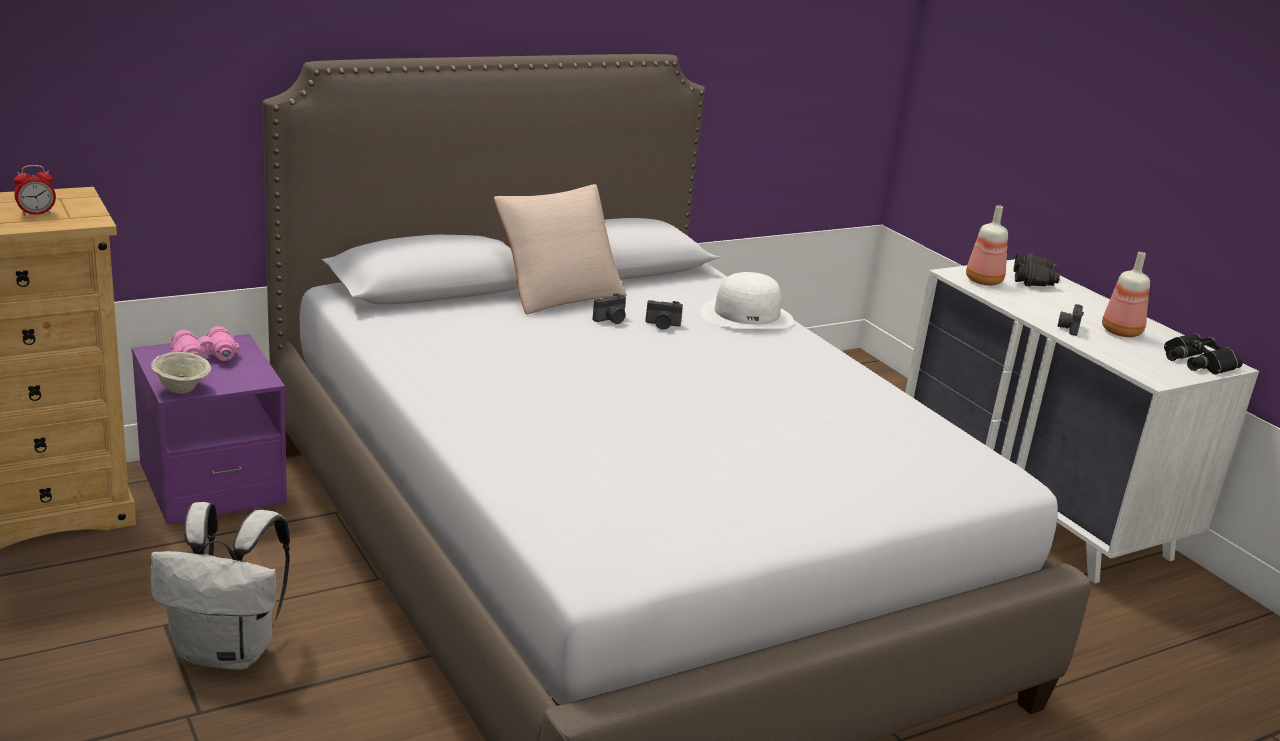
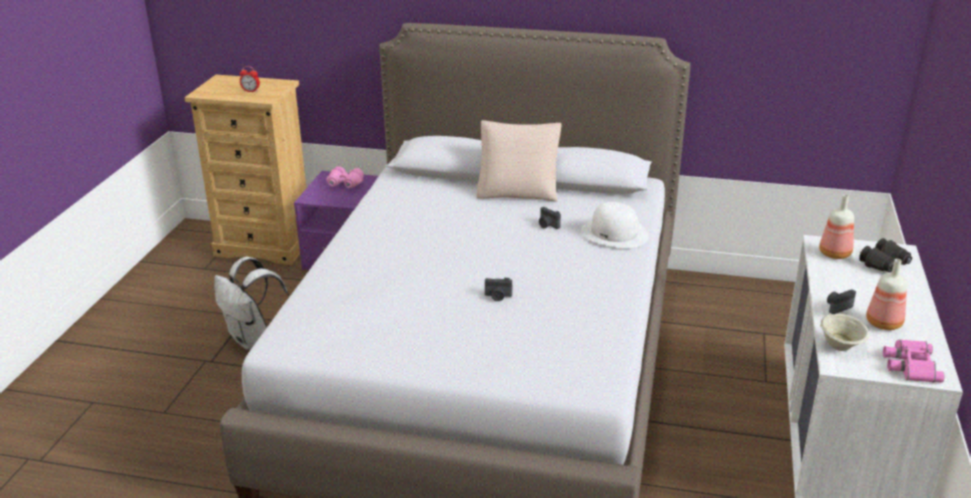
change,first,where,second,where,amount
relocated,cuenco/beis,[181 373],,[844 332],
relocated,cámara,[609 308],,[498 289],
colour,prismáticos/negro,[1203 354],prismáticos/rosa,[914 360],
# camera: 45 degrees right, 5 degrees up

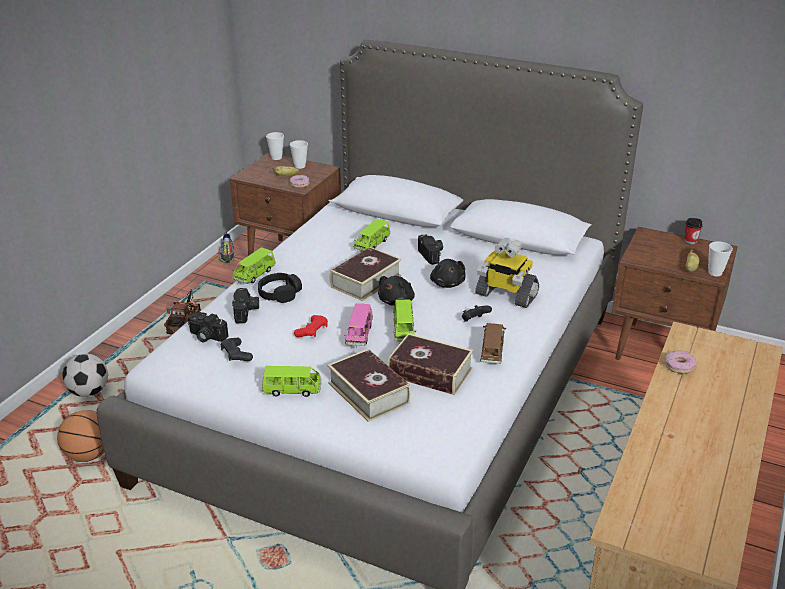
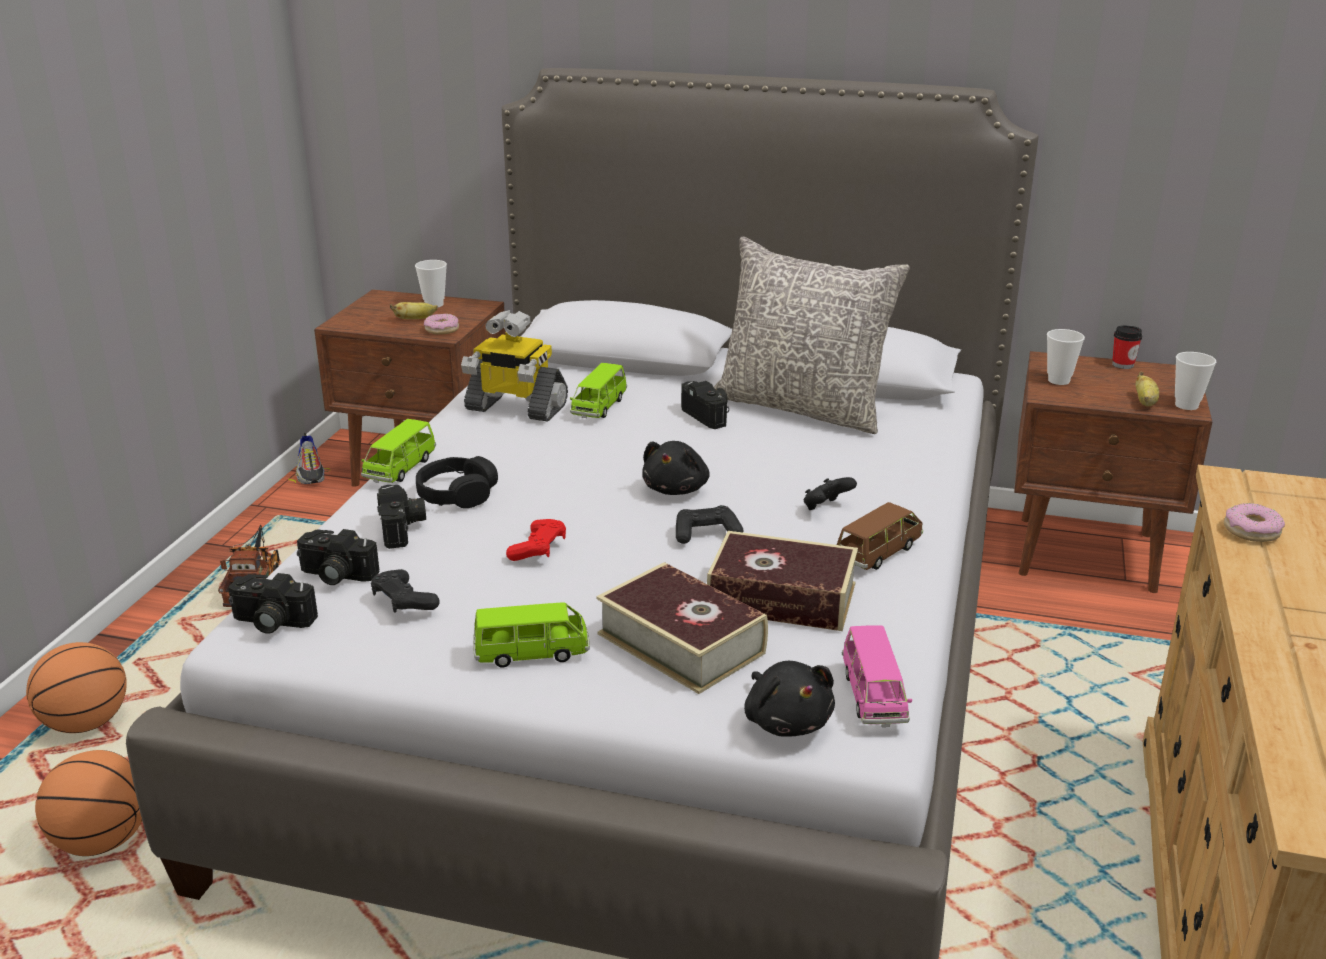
change,first,where,second,where,amount
missing,libro,[366 274],,,
appeared,,,cámara,[273 603],
appeared,,,cojín/gris,[812 335],
relocated,taza,[275 146],,[1066 357],
relocated,coche de juguete/rosa,[358 325],,[877 676],
relocated,peluche/negro,[448 273],,[789 699],
relocated,robot de juguete,[507 273],,[514 366],
exchanged,balón de fútbol,[85 375],balón de baloncesto,[76 687],
exchanged,coche de juguete/verde,[405 320],mando de consola/negro,[709 524],
spun,coche de juguete/marrón,[493 343],,[880 536],45 degrees clockwise
# camera: 10 degrees left, 5 degrees down

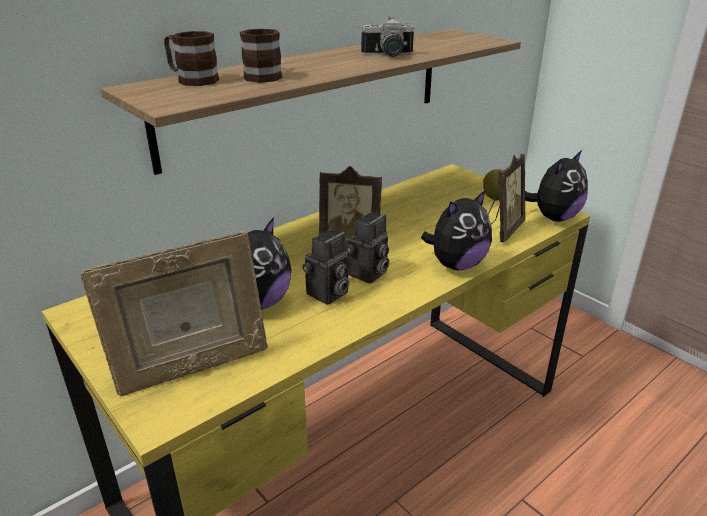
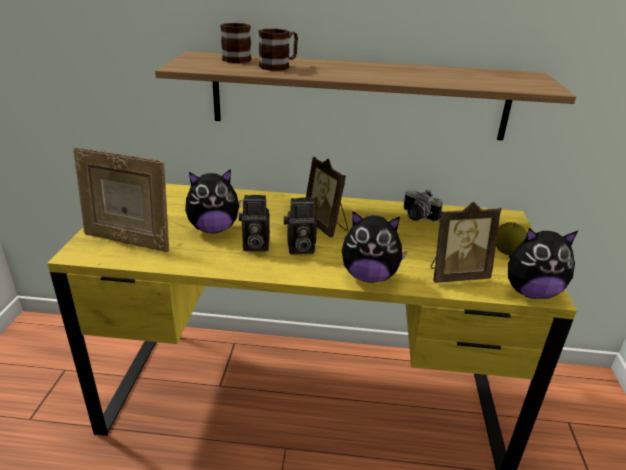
change,first,where,second,where,amount
relocated,cámara,[387 37],,[423 205],
# camera: 45 degrees right, 0 degrees up

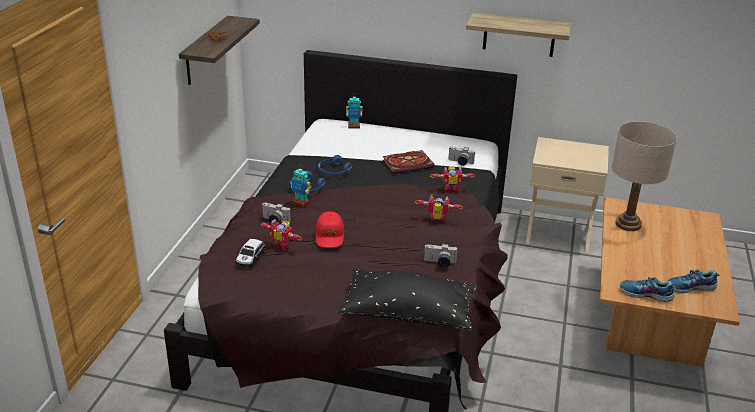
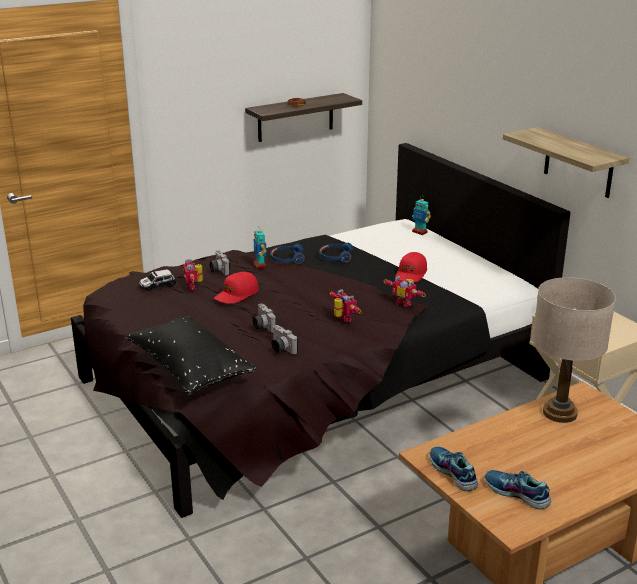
change,first,where,second,where,amount
relocated,cámara,[461 156],,[265 318],
exchanged,libro,[408 162],gorra/rojo,[411 267],
# camera: 45 degrees right, 5 degrees down

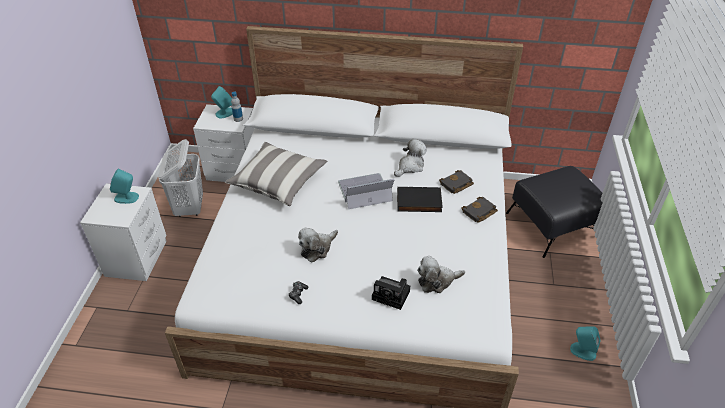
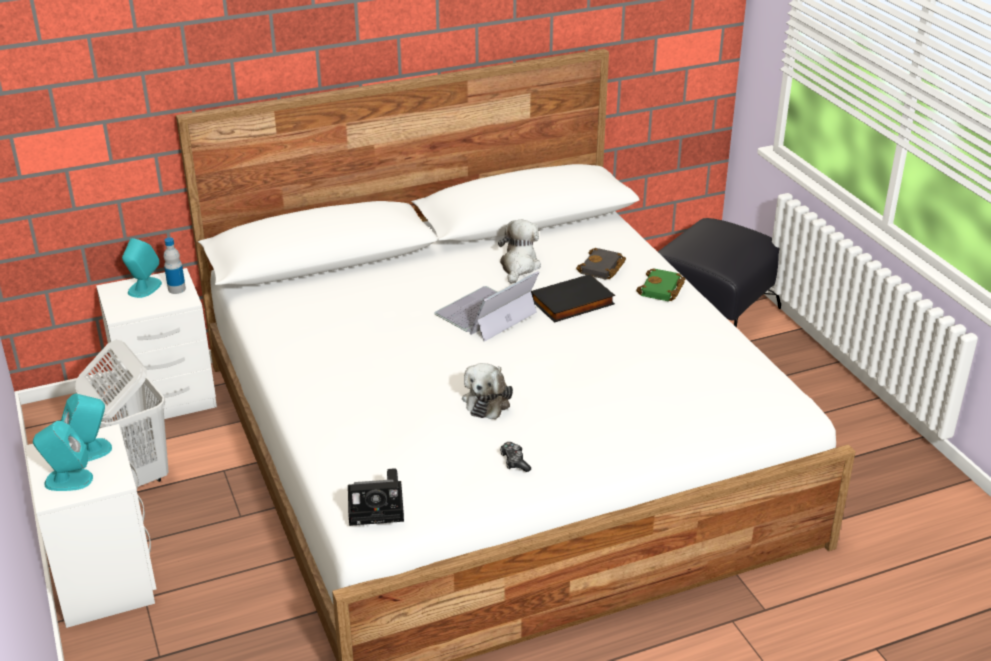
change,first,where,second,where,amount
missing,cojín,[276 174],,,
missing,peluche,[441 274],,,
relocated,cámara,[391 293],,[376 497],
relocated,altavoz/turquesa,[585 343],,[63 456],
colour,libro/negro,[479 210],libro/verde,[660 284],
# camera: 30 degrees left, 10 degrees down

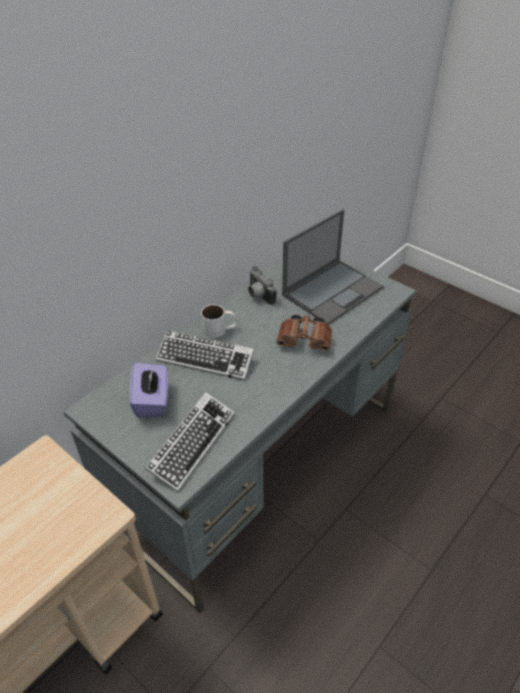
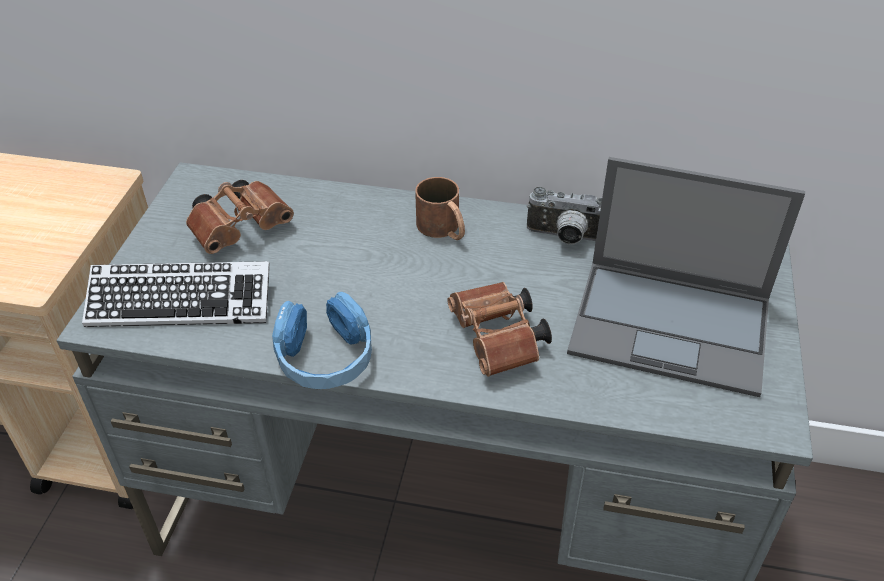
change,first,where,second,where,amount
missing,teclado,[205 355],,,
appeared,,,auriculares/azul,[322 340],
exchanged,caja de pañuelos/morado,[148 390],prismáticos/marrón,[240 217],
colour,taza grande/blanco,[219 321],taza grande/marrón,[440 208],
spun,cámara,[262 285],,[564 216],105 degrees counterclockwise
# camera: 60 degrees right, 0 degrees up

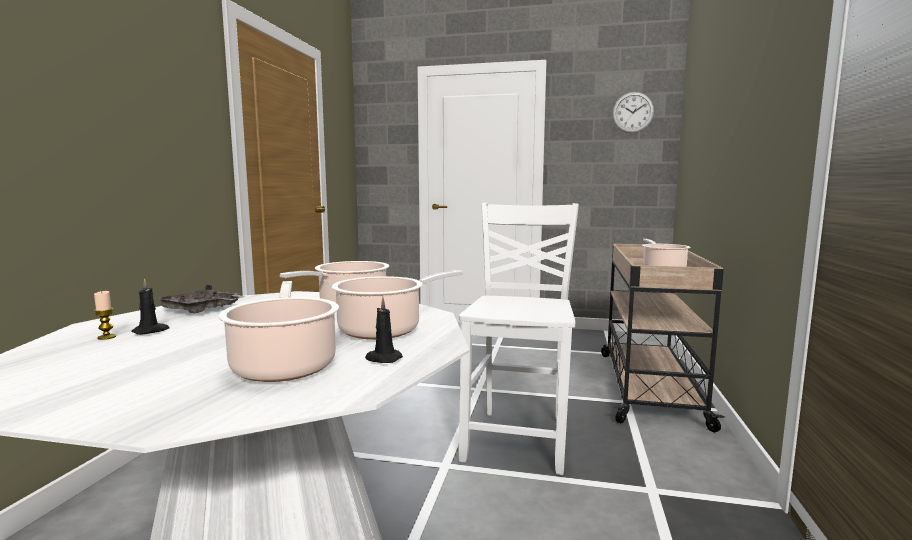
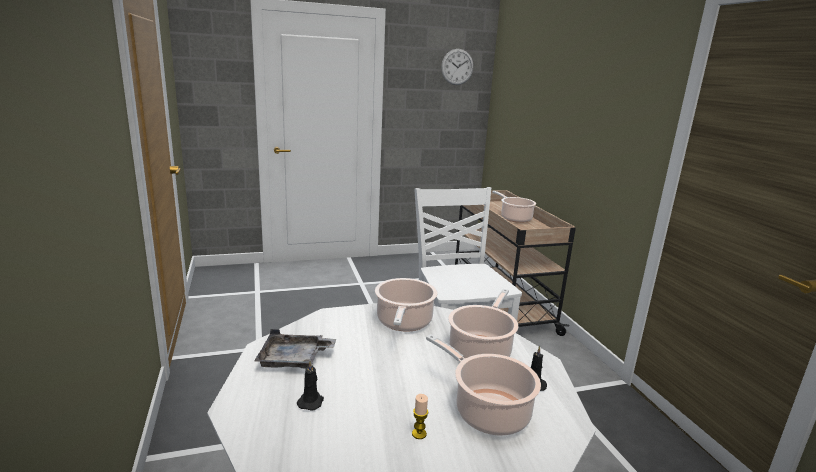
change,first,where,second,where,amount
relocated,vela,[105 315],,[420 416],
# camera: 30 degrees left, 10 degrees up

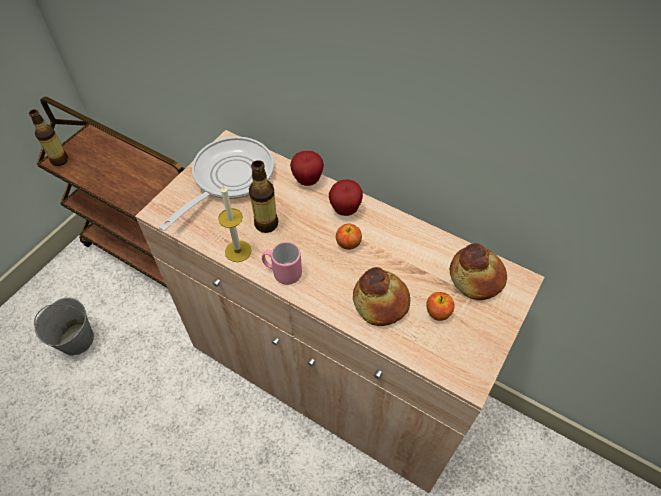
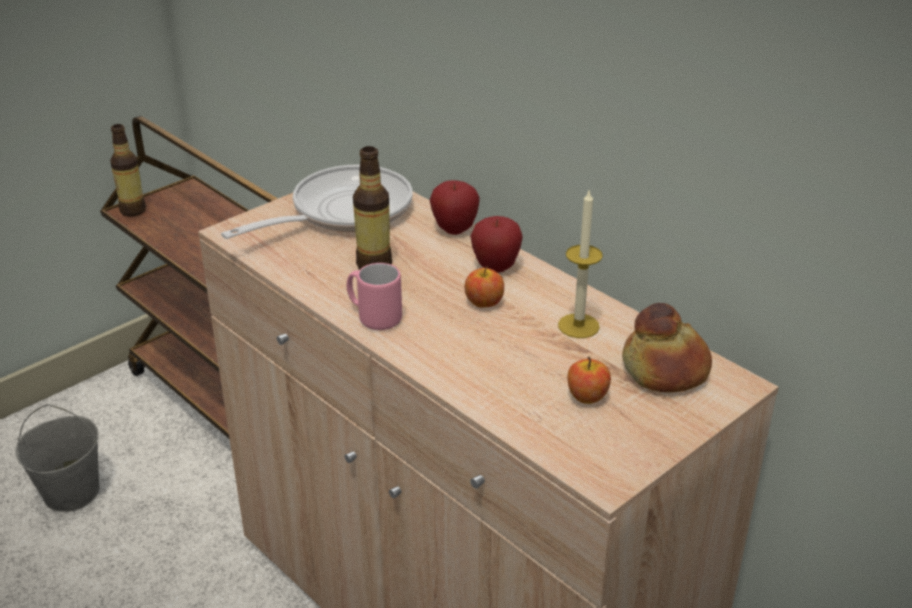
change,first,where,second,where,amount
missing,pan,[381 296],,,
relocated,vela,[235 223],,[580 264],
# camera: 15 degrees right, 20 degrees down

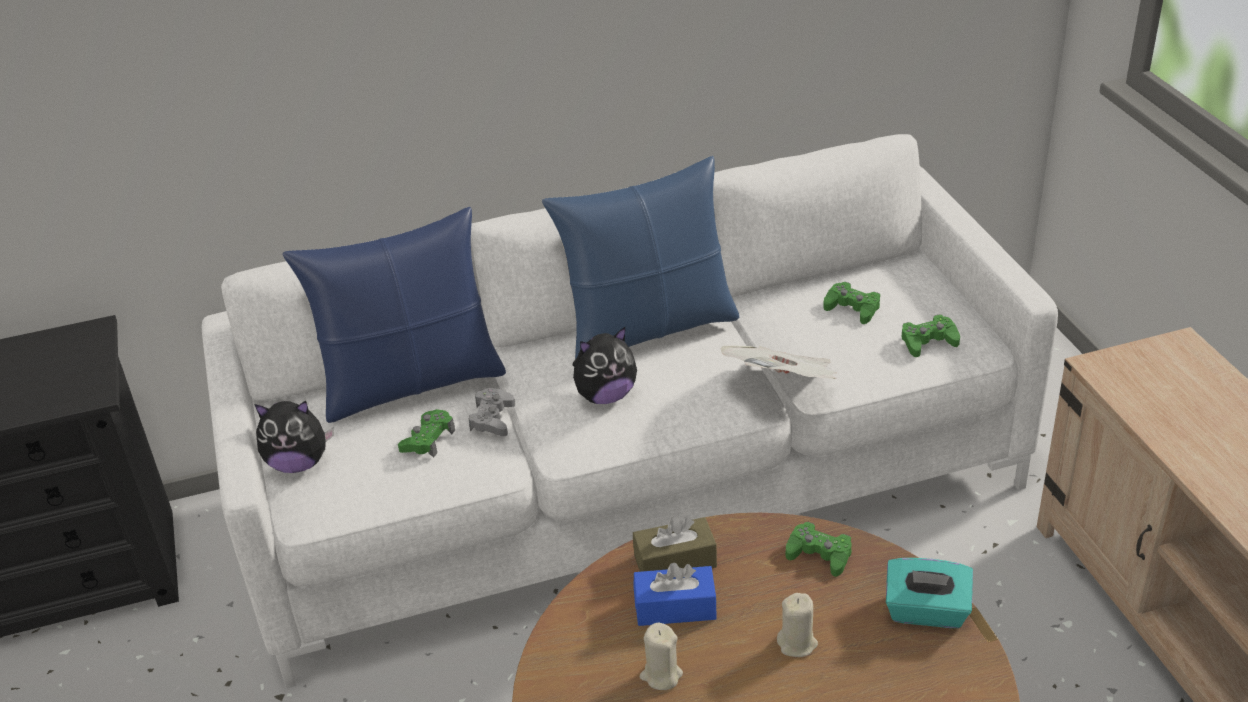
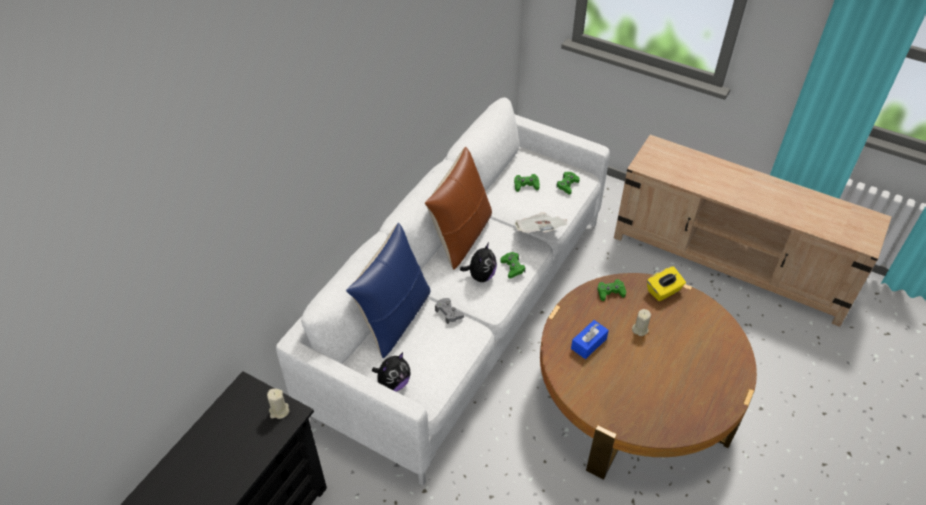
change,first,where,second,where,amount
missing,caja de pañuelos/marrón,[675 544],,,
relocated,mando de consola/verde,[426 433],,[512 265],
relocated,vela/beis,[661 656],,[278 403],
colour,cojín/azul,[641 257],cojín/marrón,[458 208],
colour,caja de pañuelos/turquesa,[929 593],caja de pañuelos/amarillo,[666 283],
# camera: 45 degrees left, 10 degrees up

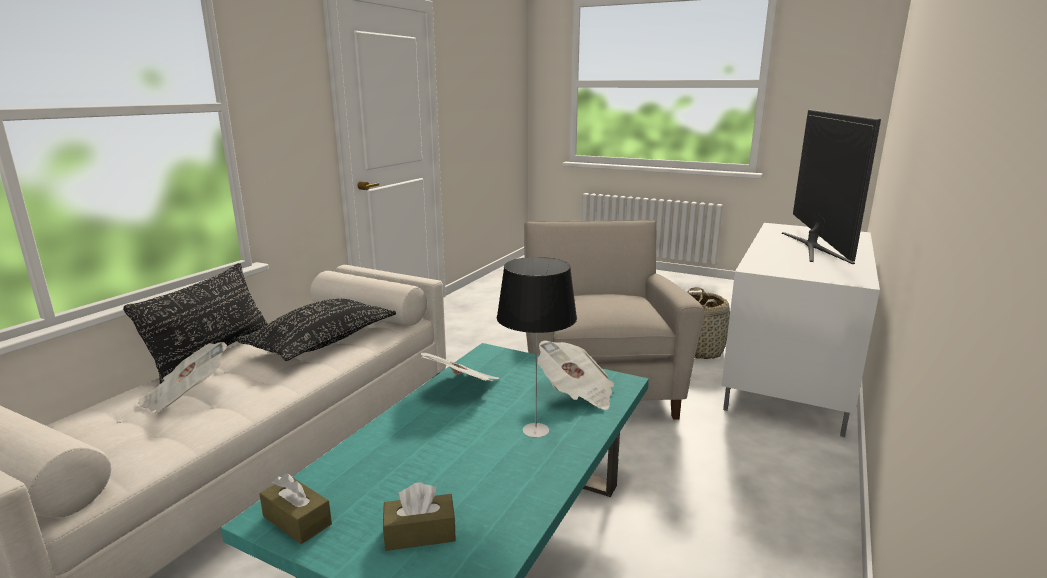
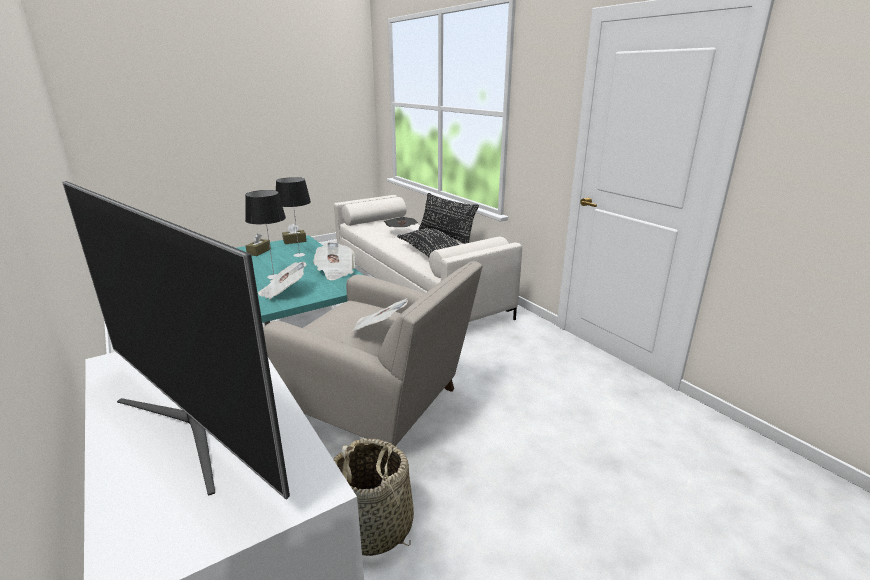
change,first,where,second,where,amount
appeared,,,lámpara de mesa,[293 217],
appeared,,,periódico,[379 315],
# camera: 120 degrees right, 5 degrees up

